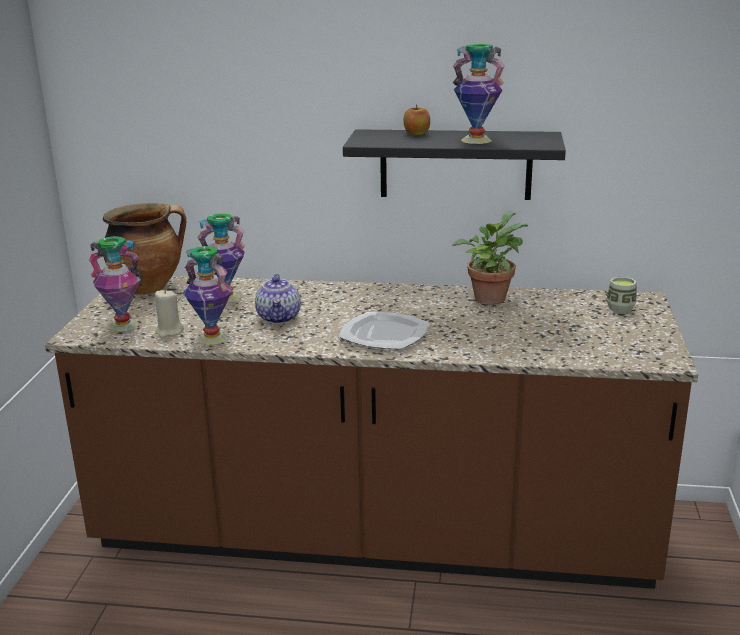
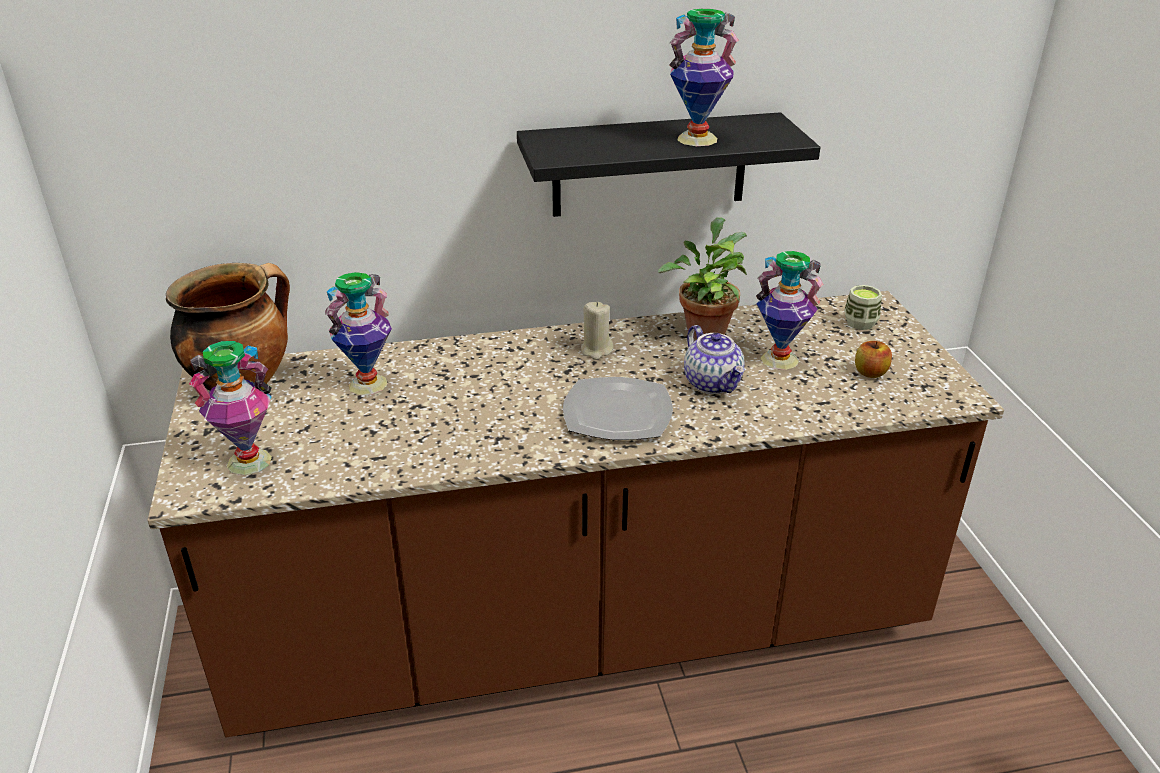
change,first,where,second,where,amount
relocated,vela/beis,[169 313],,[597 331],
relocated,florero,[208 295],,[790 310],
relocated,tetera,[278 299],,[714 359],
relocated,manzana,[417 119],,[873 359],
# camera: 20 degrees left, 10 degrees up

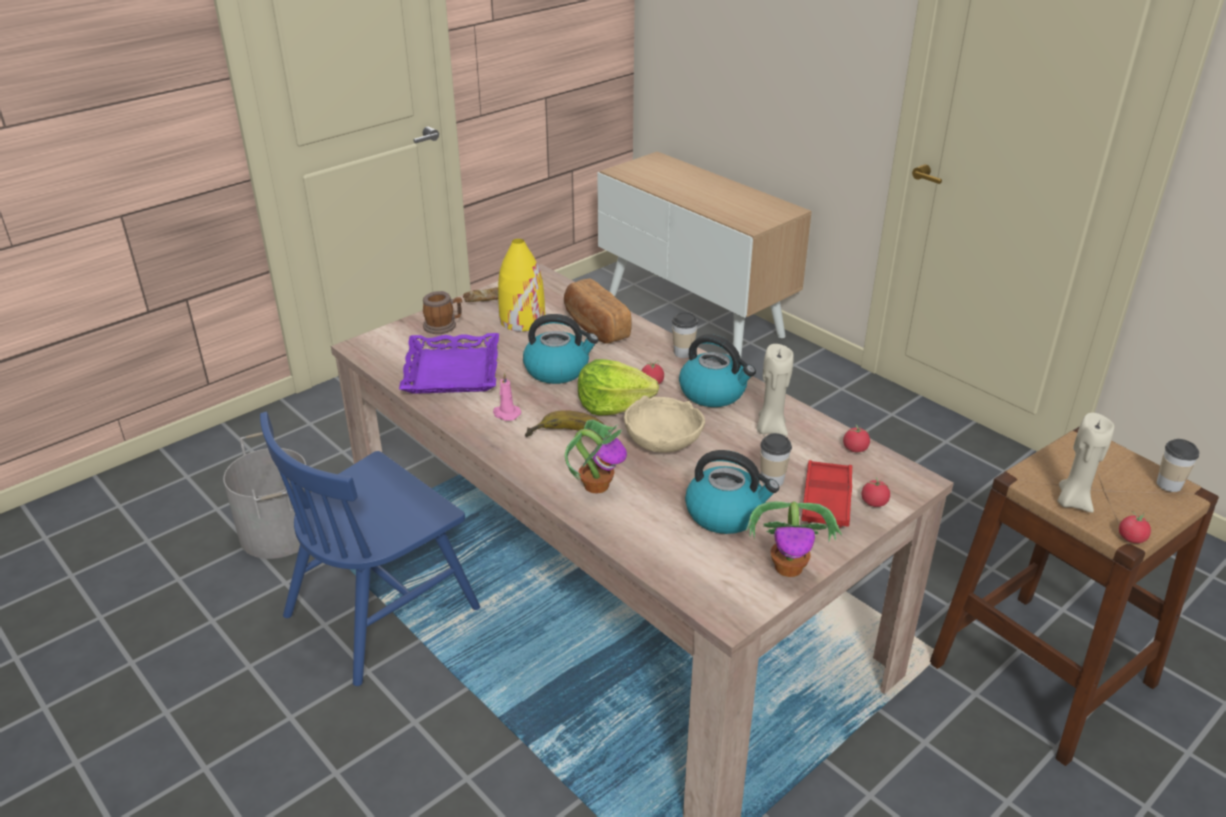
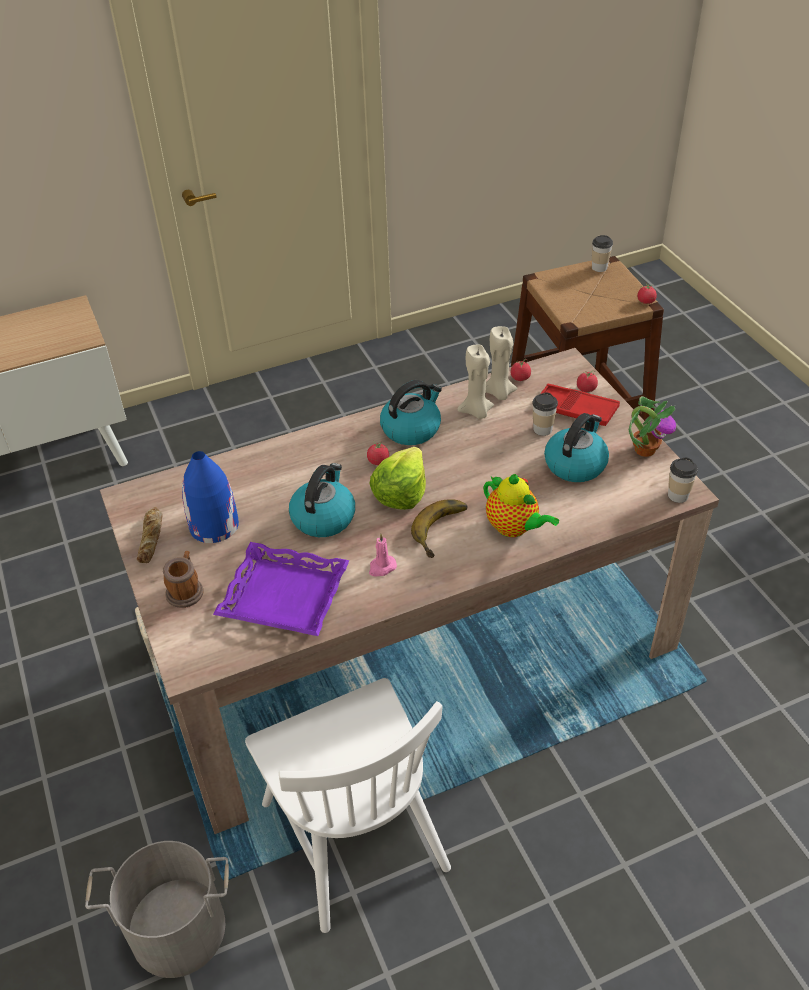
change,first,where,second,where,amount
missing,pan,[598 311],,,
missing,cuenco/beis,[664 424],,,
relocated,taza,[685 335],,[683 480],
relocated,vela/beis,[1086 463],,[501 363],
exchanged,planta en maceta,[596 456],tetera,[521 505],
colour,silla/azul,[370 549],silla/blanco,[348 805],
colour,florero/amarillo,[521 285],florero/azul,[210 497],
# camera: 70 degrees left, 10 degrees up

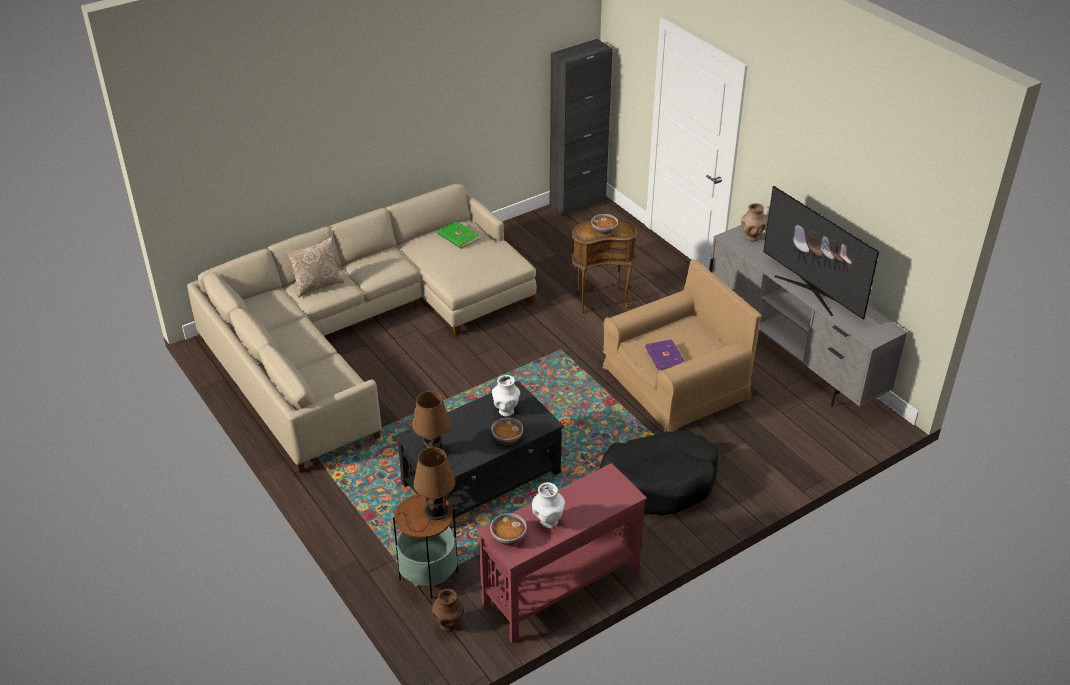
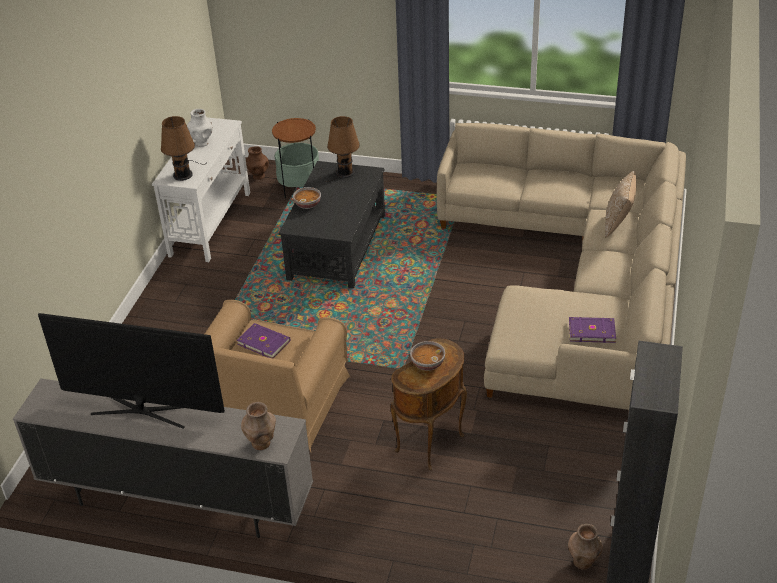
change,first,where,second,where,amount
missing,cuenco,[508 529],,,
missing,florero/blanco,[506 396],,,
missing,cama para perro/negro,[659 472],,,
appeared,,,florero/marrón,[585 547],
relocated,lámpara de mesa/marrón,[426 489],,[184 148],
colour,libro/verde,[458 235],libro/morado,[592 330],
colour,mesa consola/rojo,[562 553],mesa consola/blanco,[201 189],
# camera: 140 degrees right, 0 degrees up

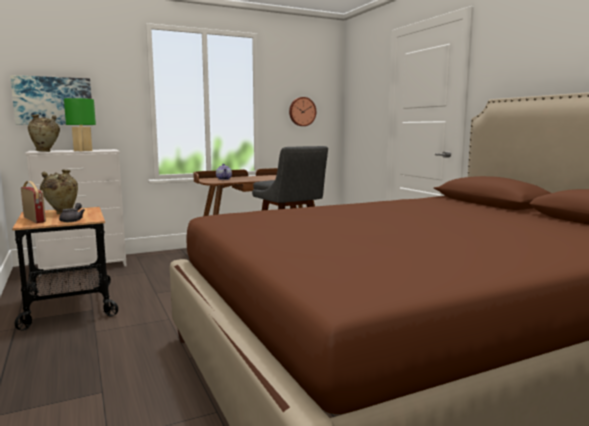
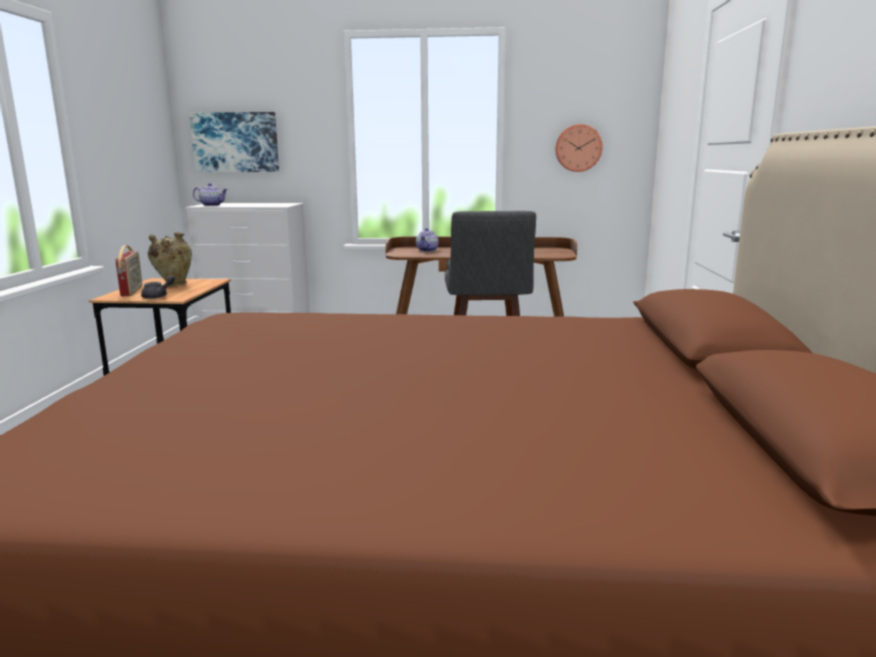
change,first,where,second,where,amount
missing,lámpara de mesa/verde,[80 124],,,
exchanged,florero/beis,[44 133],tetera,[210 194],
# camera: 30 degrees right, 5 degrees up

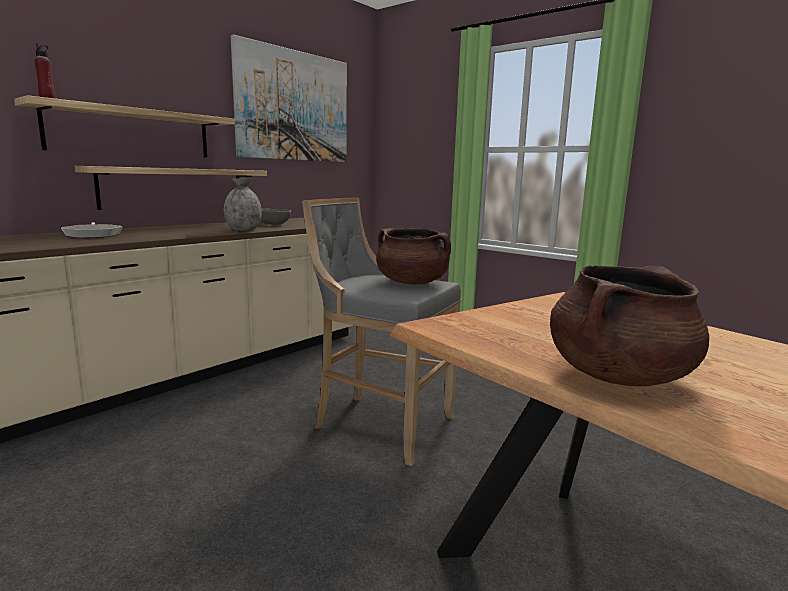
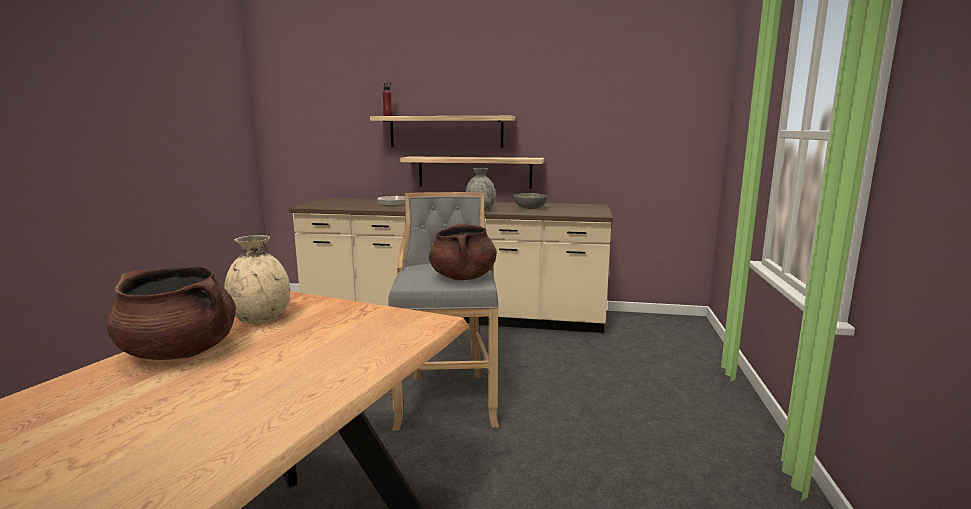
change,first,where,second,where,amount
missing,cuadro,[289 98],,,
appeared,,,florero/beis,[257 279],
# camera: 60 degrees right, 0 degrees up

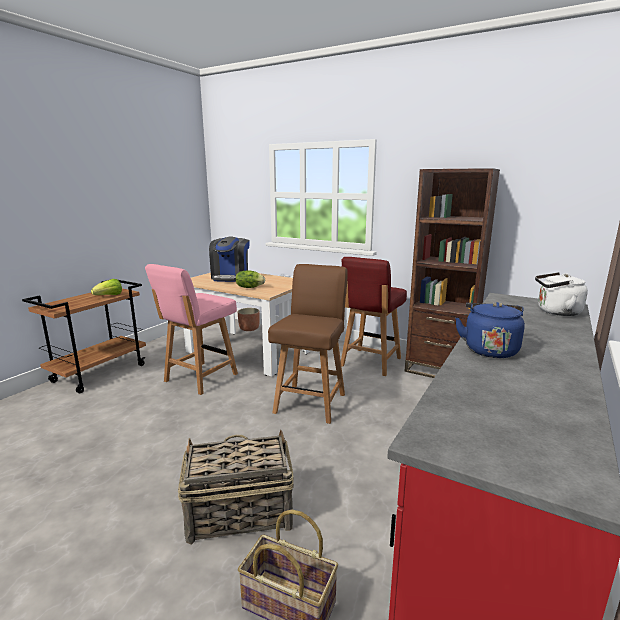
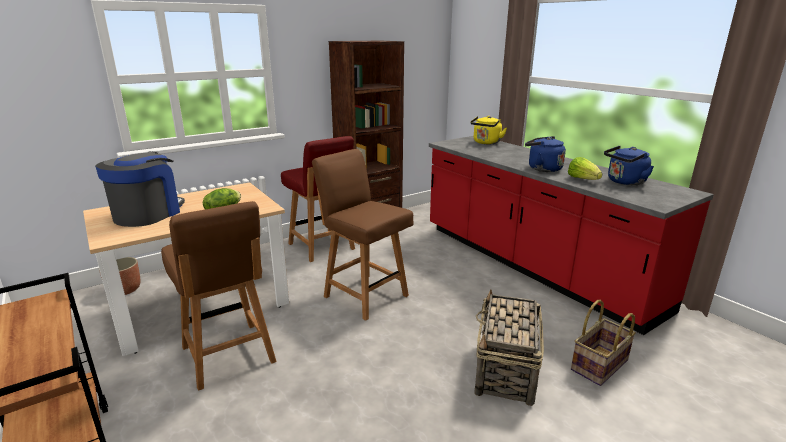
change,first,where,second,where,amount
appeared,,,hervidor/azul,[629 165],
relocated,lechuga,[106 287],,[585 168],
colour,silla/rosa,[191 329],silla/marrón,[218 296],
colour,hervidor/blanco,[561 294],hervidor/amarillo,[488 130],
spun,cafetera,[229 259],,[140 189],105 degrees counterclockwise
# camera: 65 degrees left, 5 degrees up

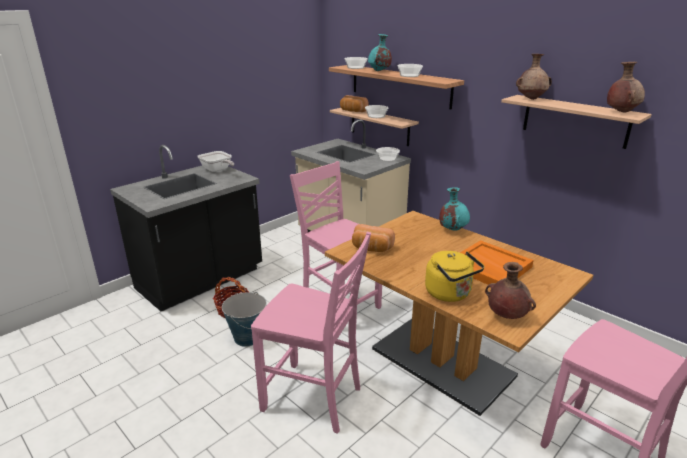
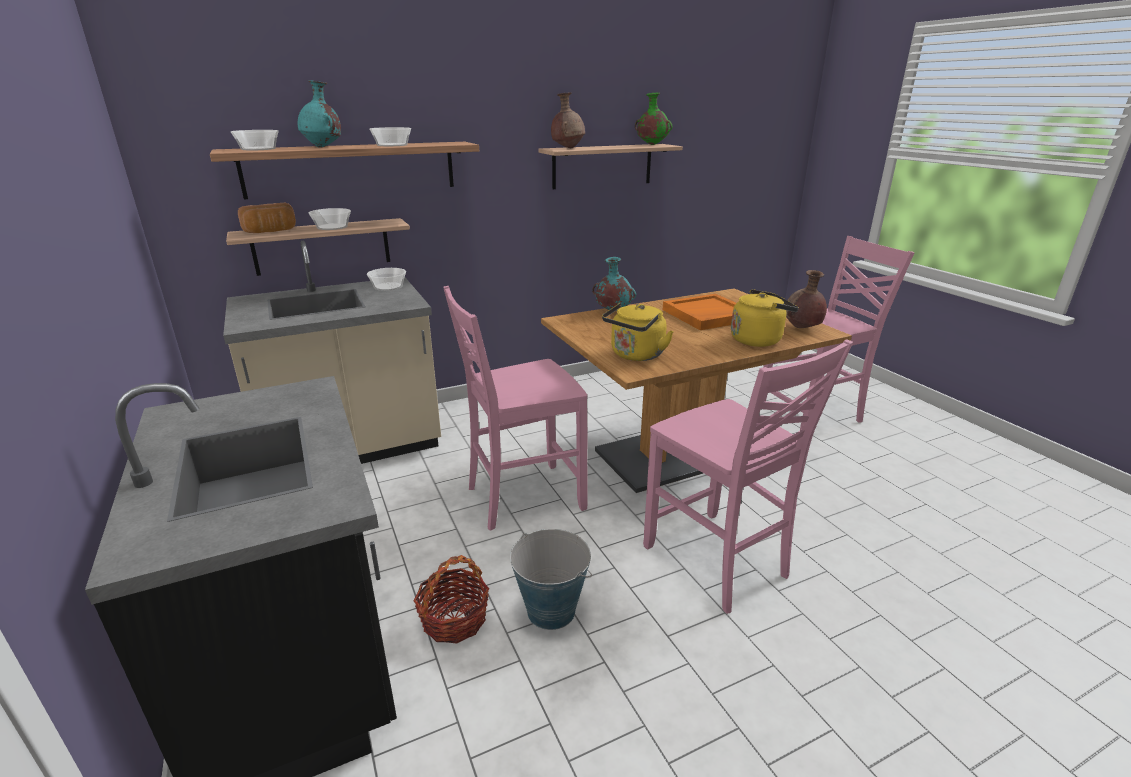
change,first,where,second,where,amount
missing,sartén,[215 161],,,
exchanged,pan,[373 238],hervidor/amarillo,[638 332],
colour,florero/marrón,[626 87],florero/verde,[653 119],
spun,silla/rosa,[311 333],,[748 476],105 degrees clockwise
# camera: 70 degrees left, 0 degrees up

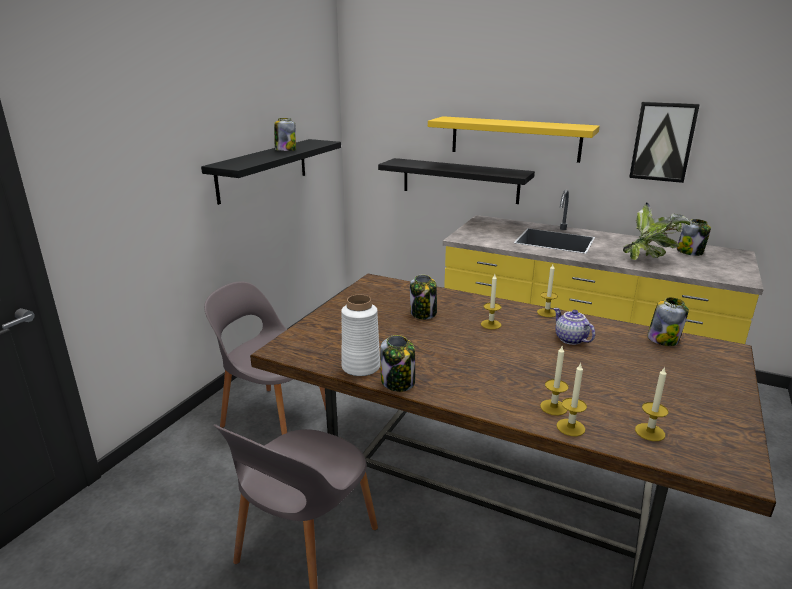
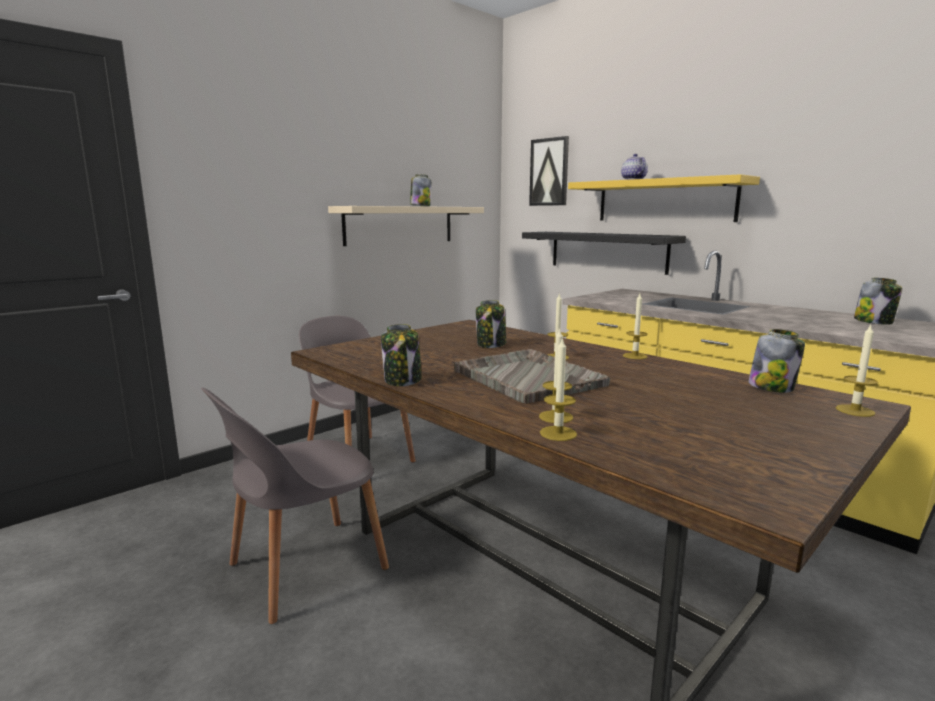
change,first,where,second,where,amount
missing,florero/blanco,[360 336],,,
missing,planta en maceta,[656 231],,,
appeared,,,bandeja/gris,[532 376],
relocated,tetera,[574 326],,[634 167],
relocated,cuadro,[664 142],,[549 171],
relocated,vela,[651 403],,[857 371],
colour,estante/negro,[271 172],estante/beis,[406 226],
# camera: 20 degrees right, 10 degrees down

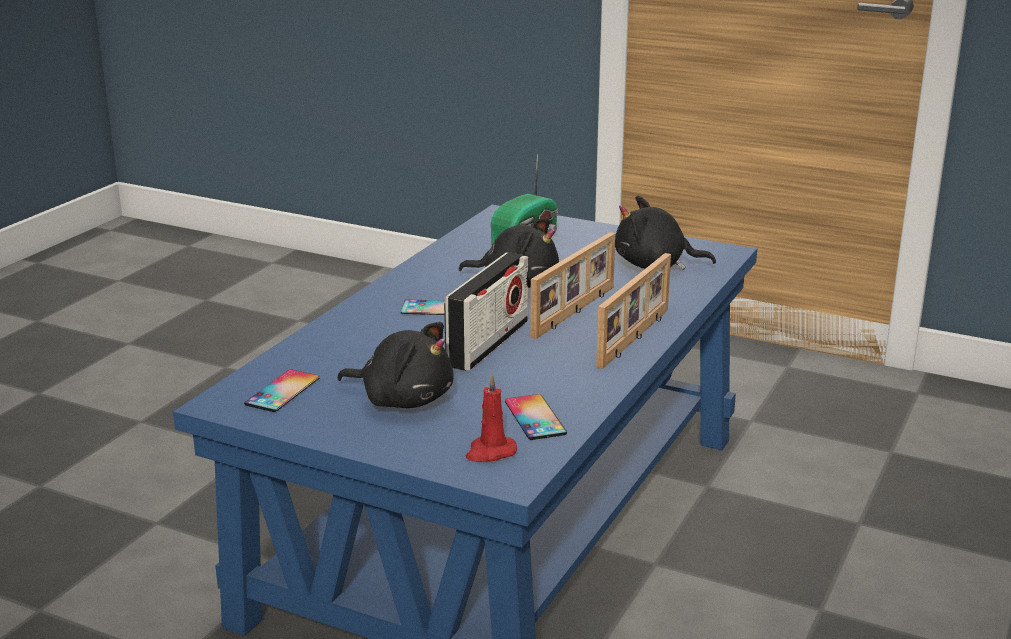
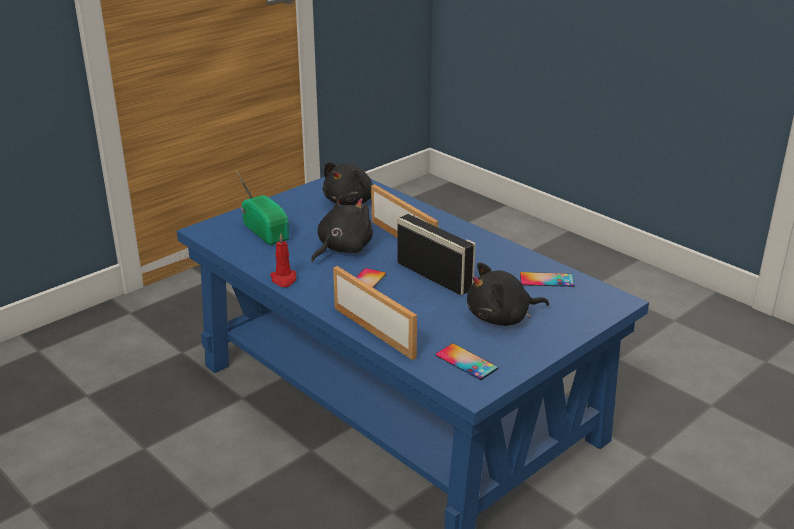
change,first,where,second,where,amount
relocated,vela/rojo,[491 418],,[283 260],
relocated,portarretratos,[633 311],,[375 313],
spun,peluche/negro,[395 365],,[508 294],150 degrees counterclockwise
# camera: 70 degrees left, 5 degrees up

